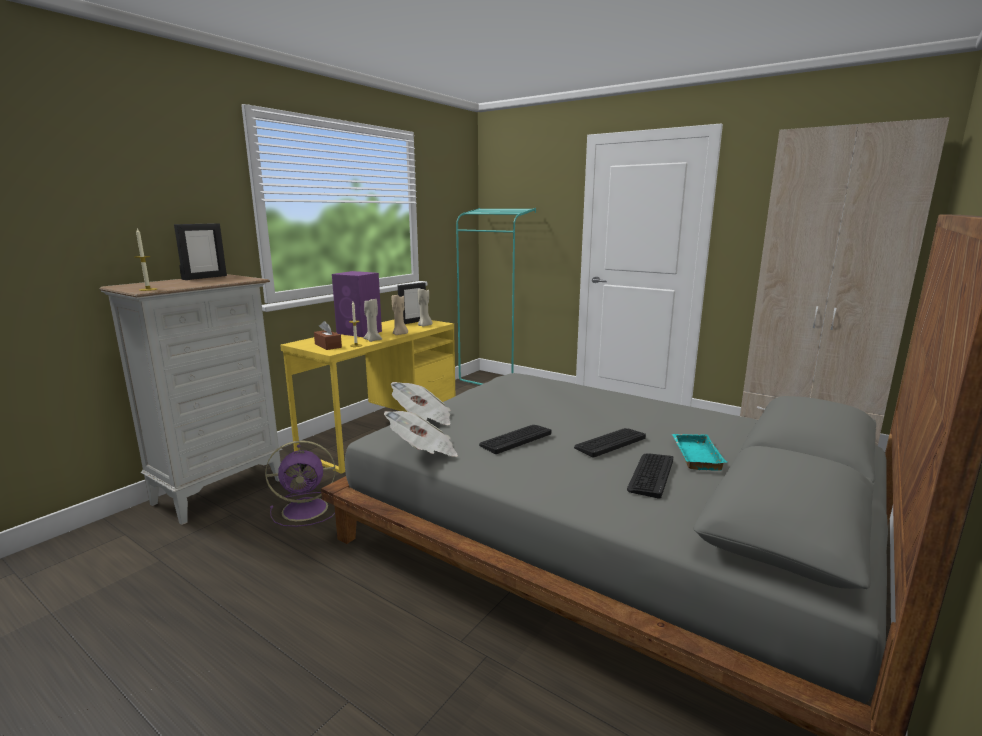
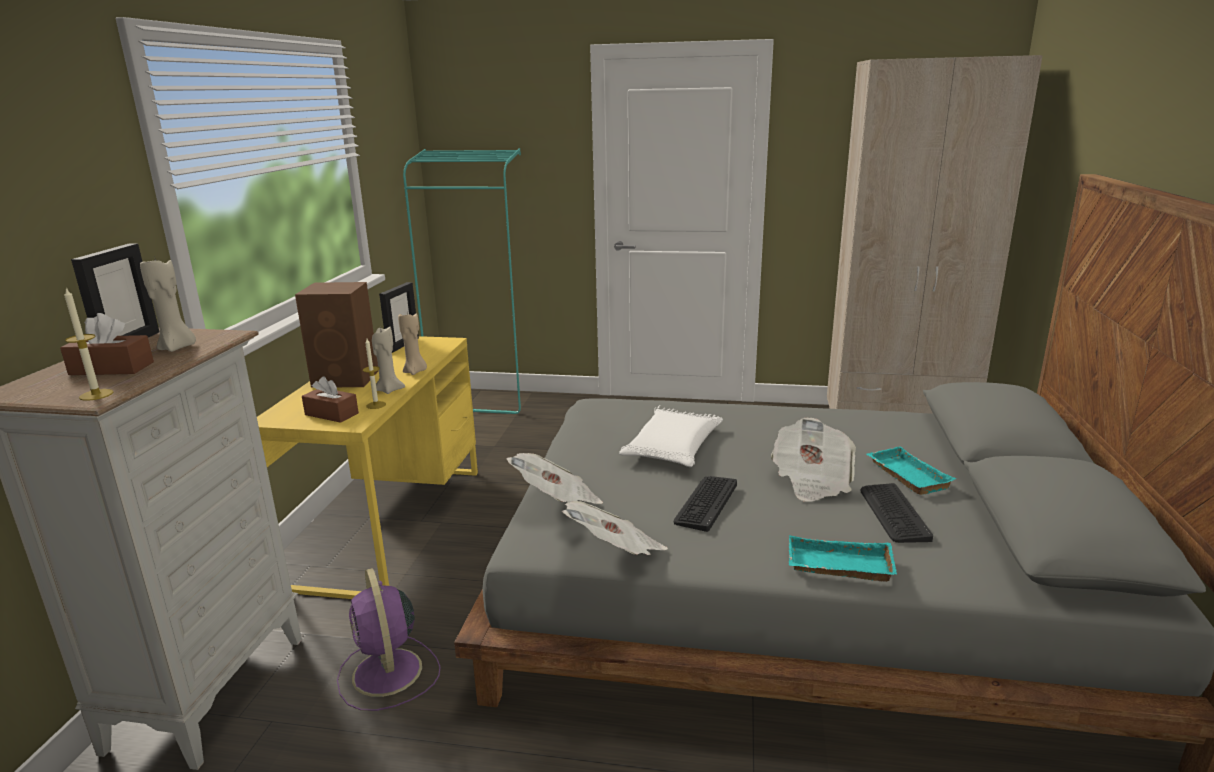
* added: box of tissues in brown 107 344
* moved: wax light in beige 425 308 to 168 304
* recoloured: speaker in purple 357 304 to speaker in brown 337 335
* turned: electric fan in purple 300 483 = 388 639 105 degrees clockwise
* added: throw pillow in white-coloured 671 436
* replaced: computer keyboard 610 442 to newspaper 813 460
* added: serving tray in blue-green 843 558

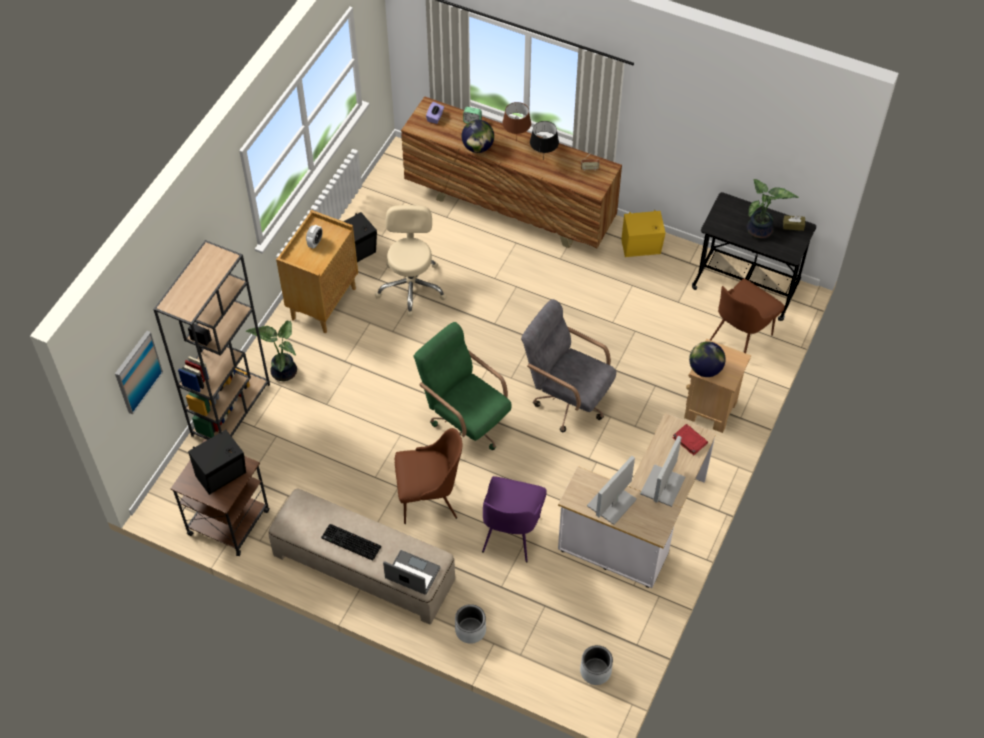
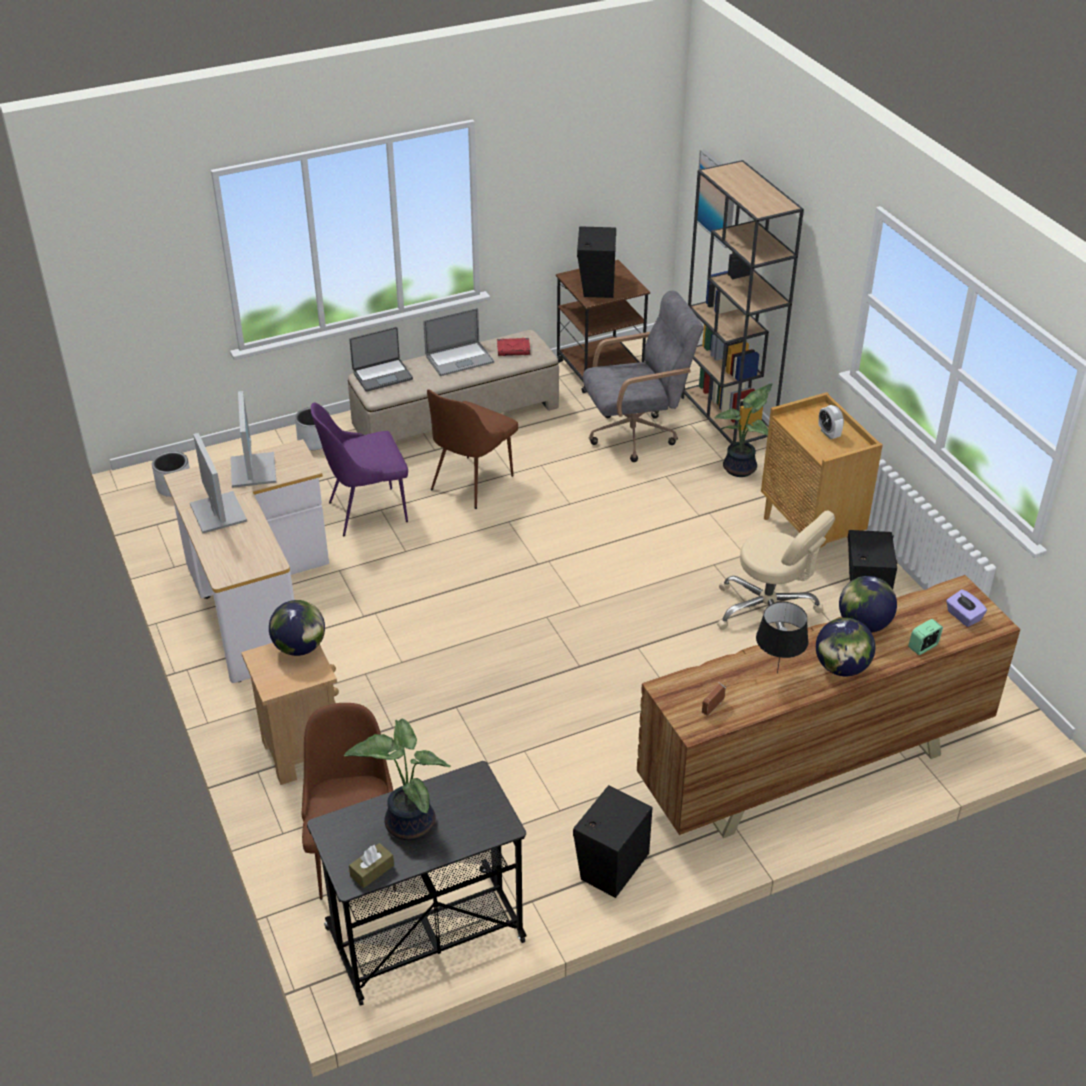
* turned: chair in purple 514 519 = 359 469 75 degrees counterclockwise
* replaced: computer keyboard 351 542 to portable computer 458 342
* moved: volume in reddish 690 439 to 513 347
* recoloured: speaker in yellow-coloured 643 233 to speaker in black-coloured 613 841
* moved: desk chair in grey 568 365 to 643 376
* replaced: table lamp in brown 516 122 to world globe 845 647
* removed: desk chair in greenish 463 386

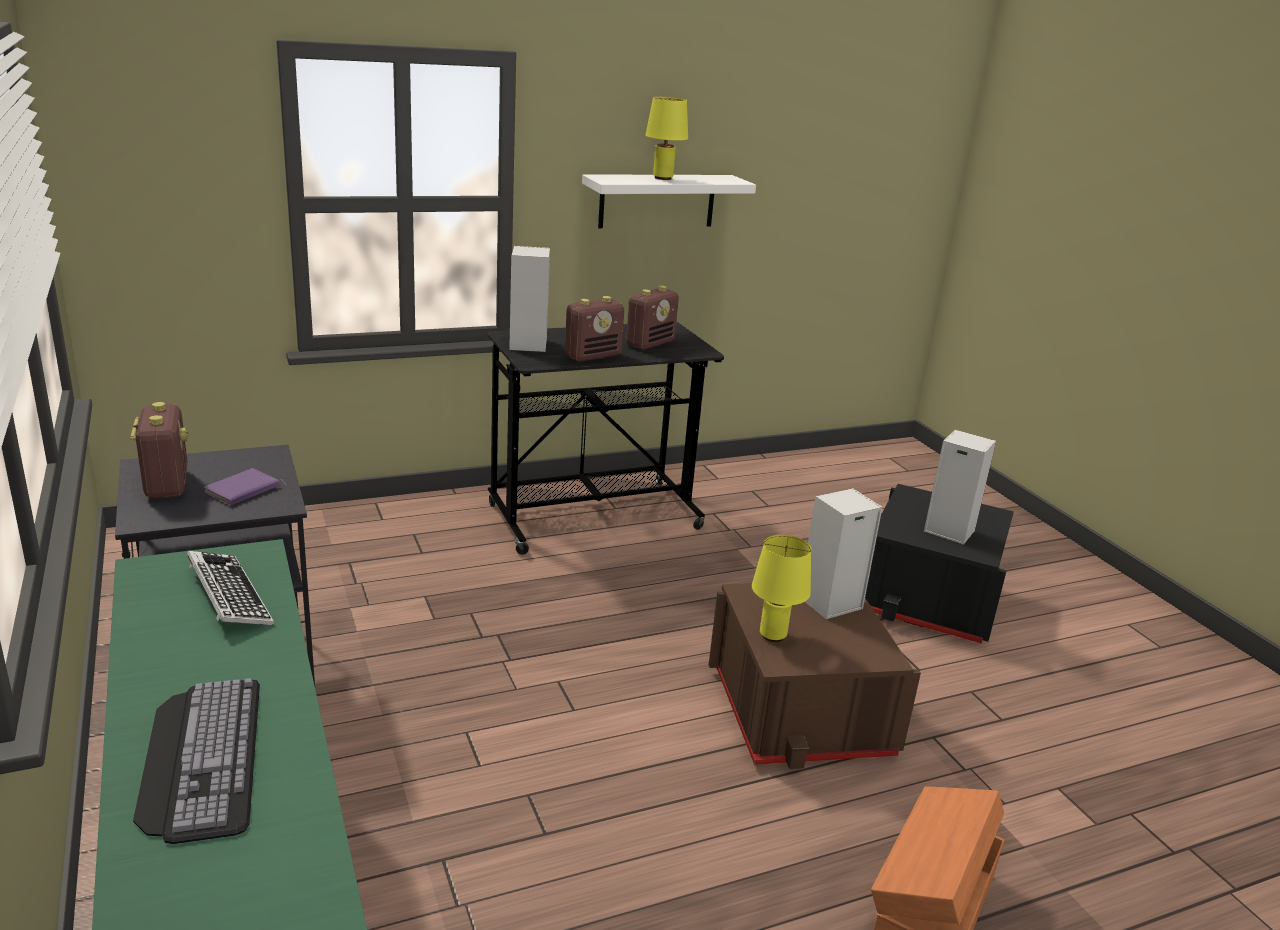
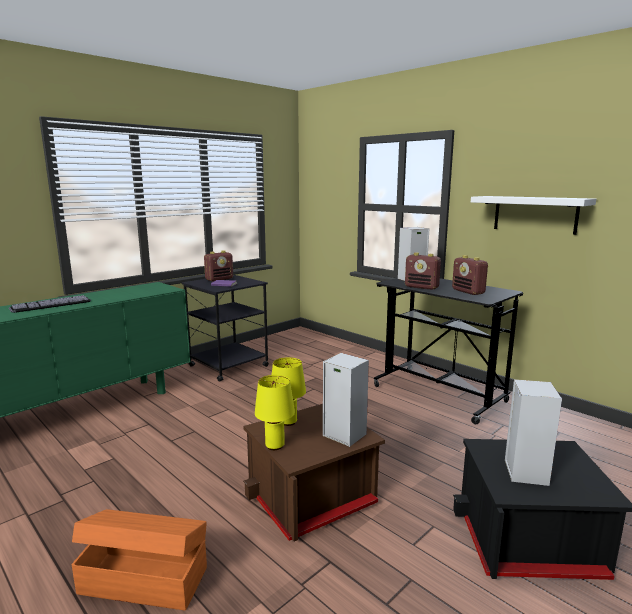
* moved: table lamp in yellow-coloured 667 138 to 275 412
* turned: radio 652 318 = 470 275 45 degrees clockwise
* removed: computer keyboard 230 588

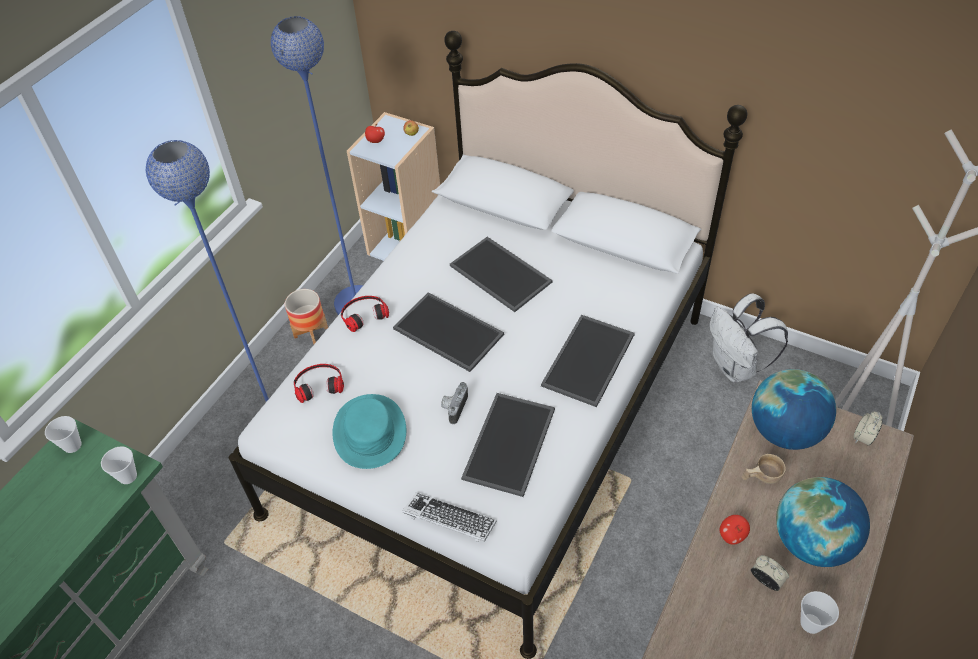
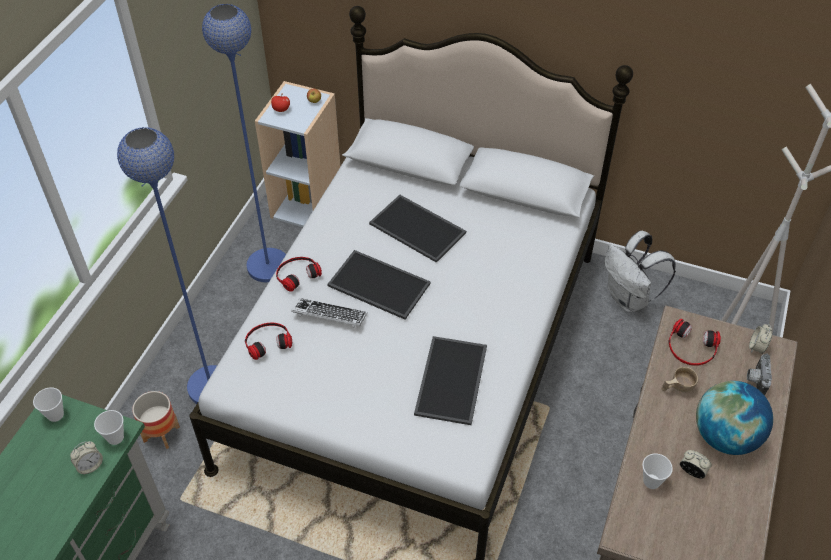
* added: bedside clock 86 457
* moved: plant pot 306 316 to 156 420
* moved: computer keyboard 449 517 to 329 312
* moved: drinking cup 819 612 to 657 471
* replaced: world globe 794 409 to headphones 695 342
* moved: still camera 454 403 to 759 374
* removed: wearable hat in blue-green 369 431
* removed: serving tray 588 361
* removed: apple 735 530

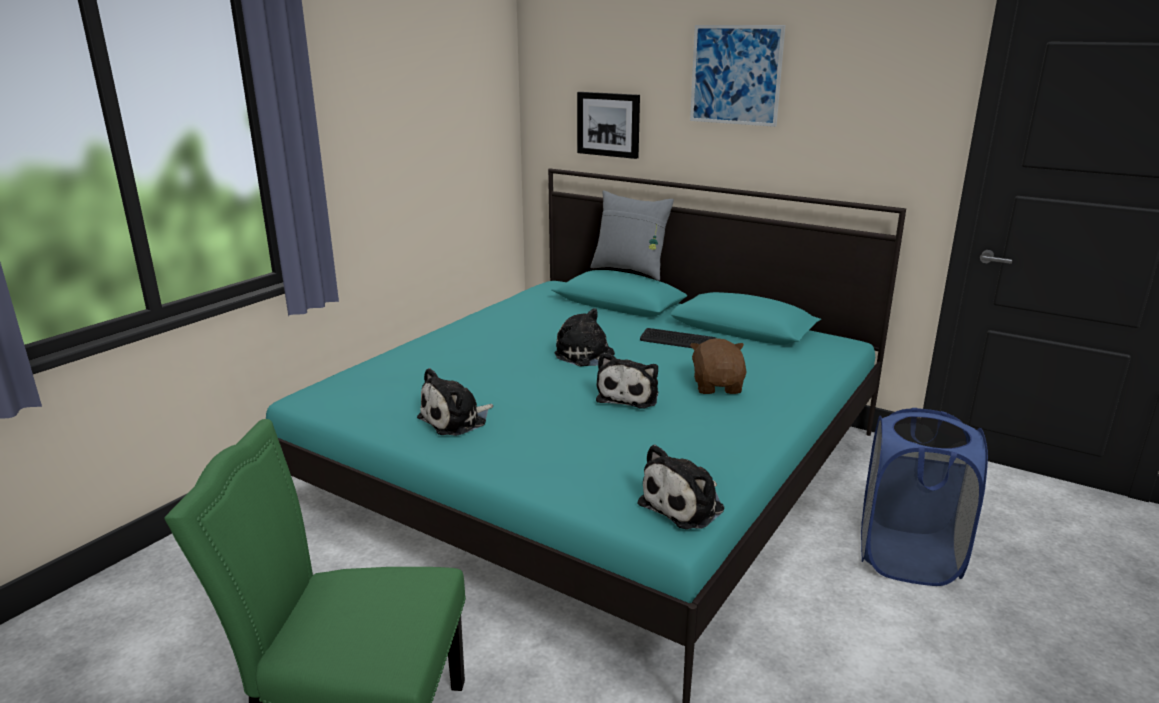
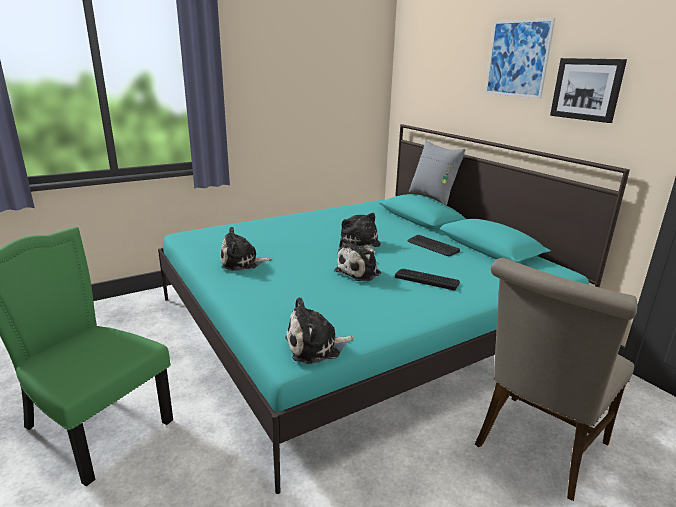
* replaced: cuddly toy in brown 718 366 to computer keyboard 427 280
* replaced: hamper in bluish 924 497 to chair in beige 556 379
* moved: wall art 608 125 to 588 90

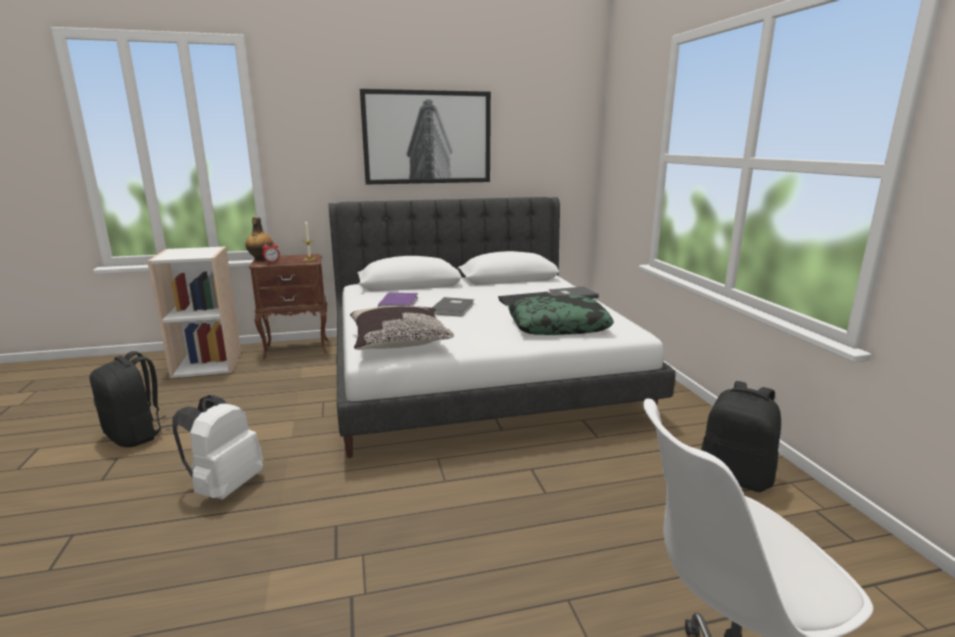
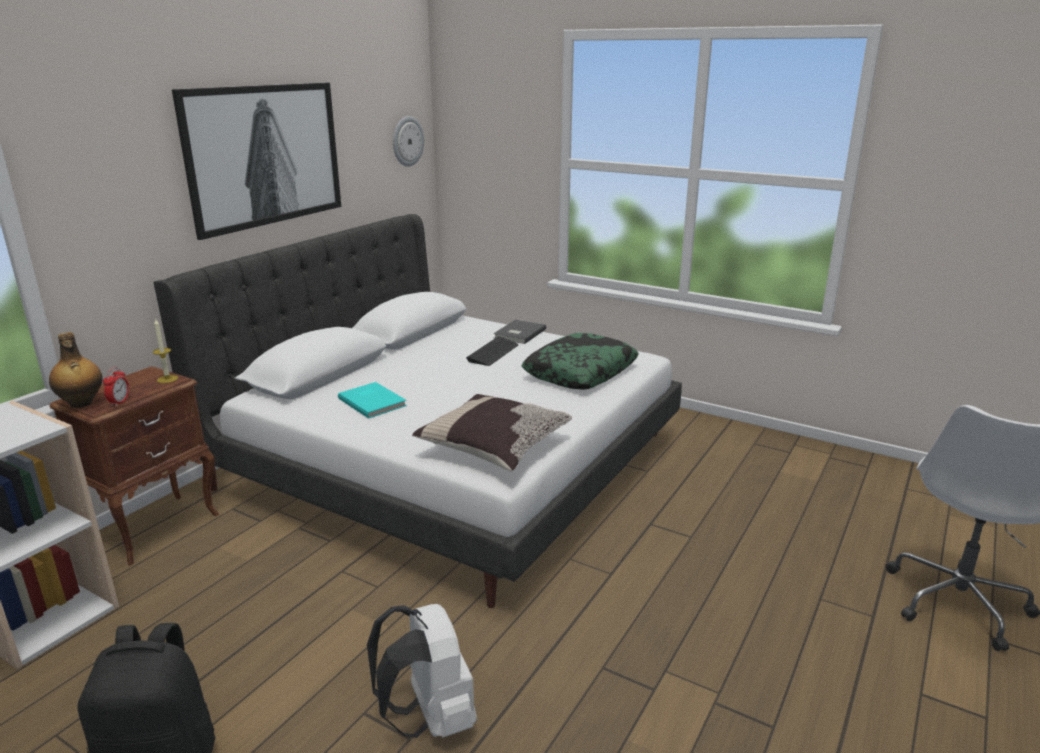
* recoloured: volume in purple 398 300 to volume in blue-green 372 400
* added: hanging clock 408 141
* removed: volume in grey 453 307
* removed: rucksack in black-coloured 741 436

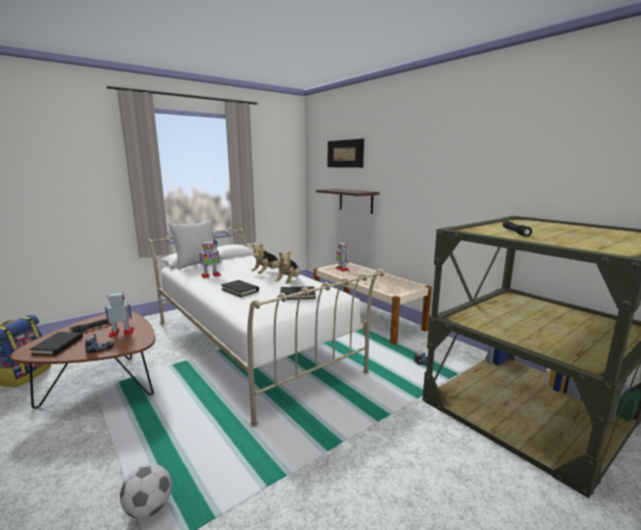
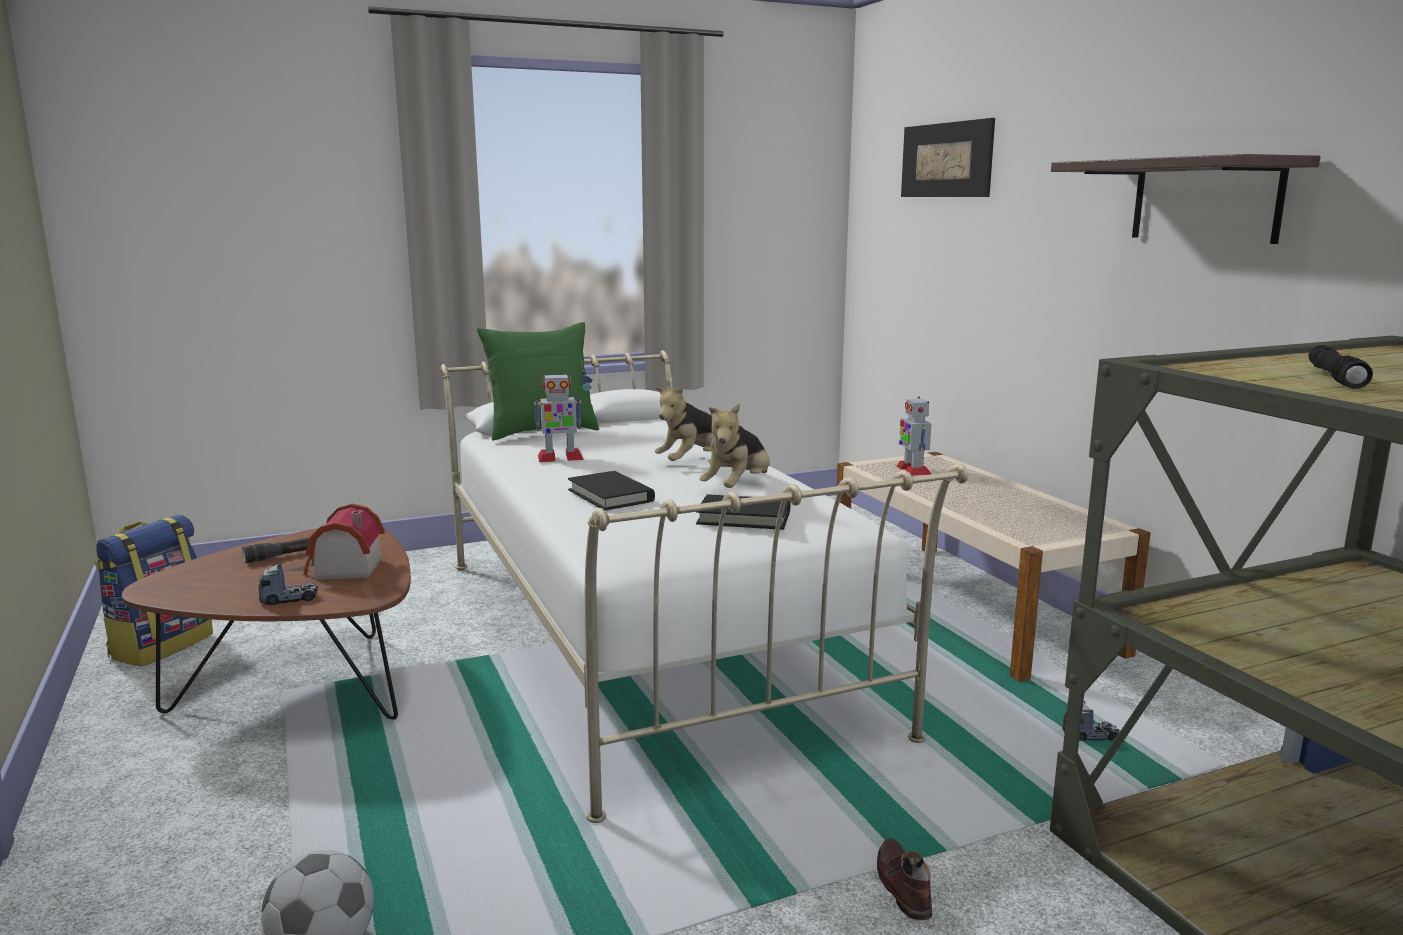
* replaced: robot figure 119 314 to miniature house 344 541
* recoloured: throw pillow in grey 195 244 to throw pillow in greenish 538 381
* added: low shoe in brown 904 879
* moved: shelf 347 201 to 1186 199
* removed: volume in black-coloured 56 344

